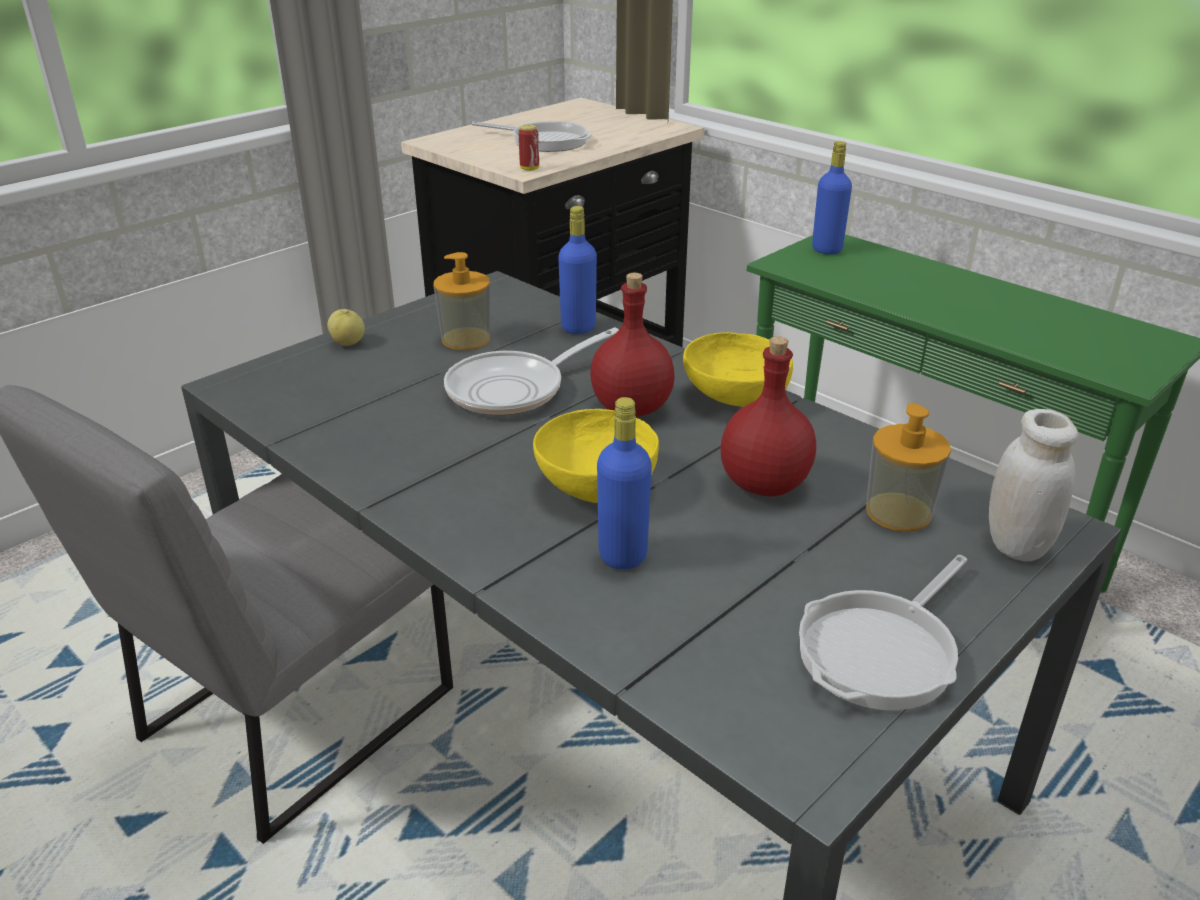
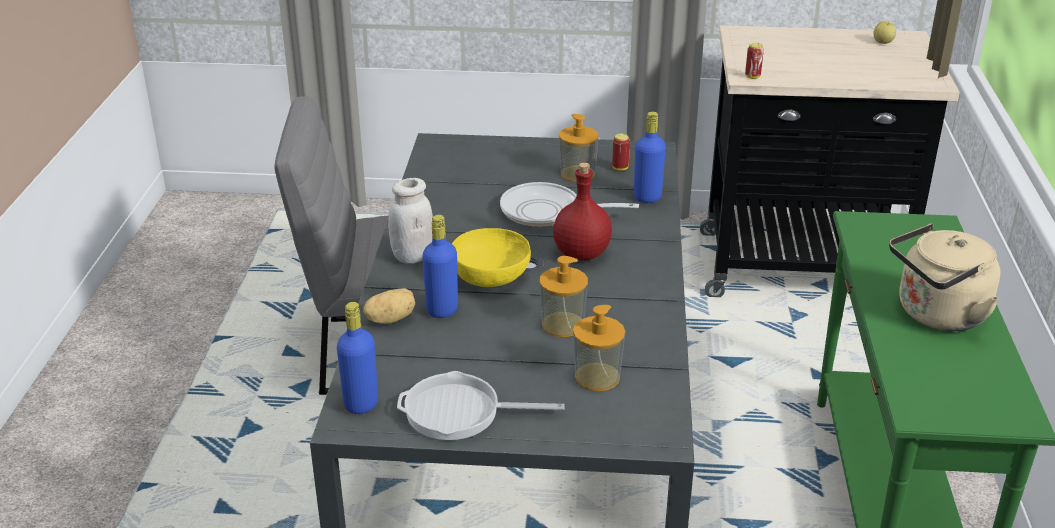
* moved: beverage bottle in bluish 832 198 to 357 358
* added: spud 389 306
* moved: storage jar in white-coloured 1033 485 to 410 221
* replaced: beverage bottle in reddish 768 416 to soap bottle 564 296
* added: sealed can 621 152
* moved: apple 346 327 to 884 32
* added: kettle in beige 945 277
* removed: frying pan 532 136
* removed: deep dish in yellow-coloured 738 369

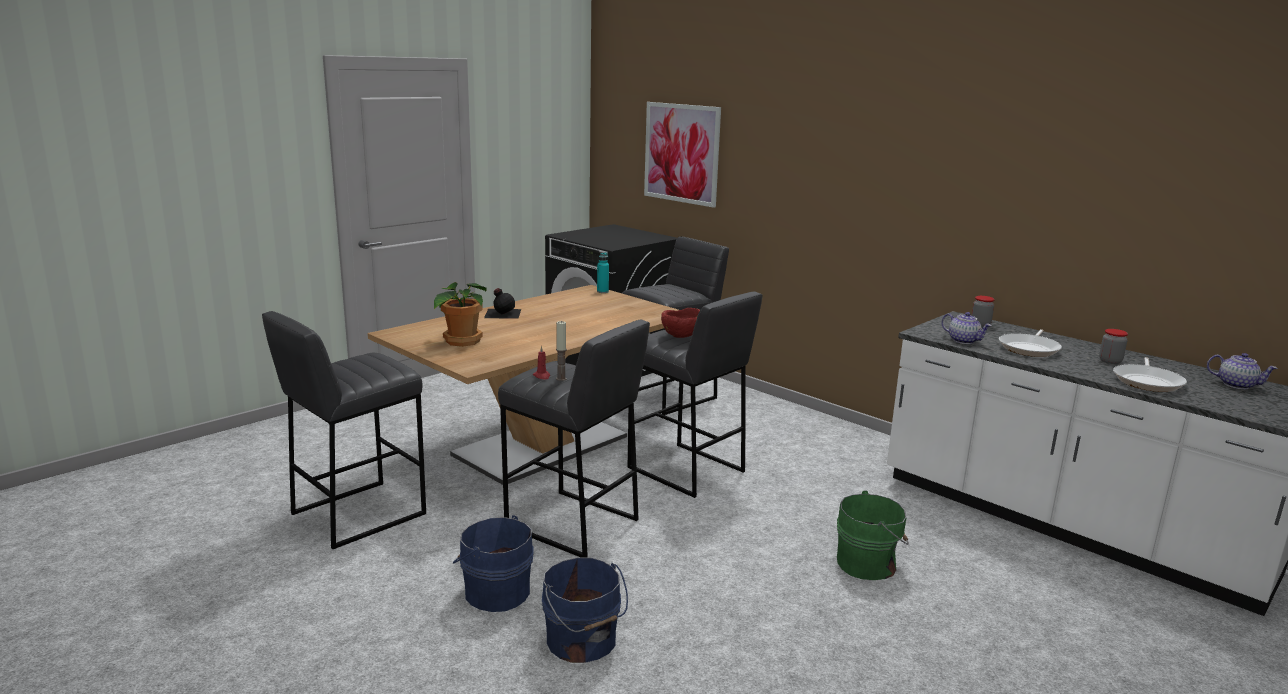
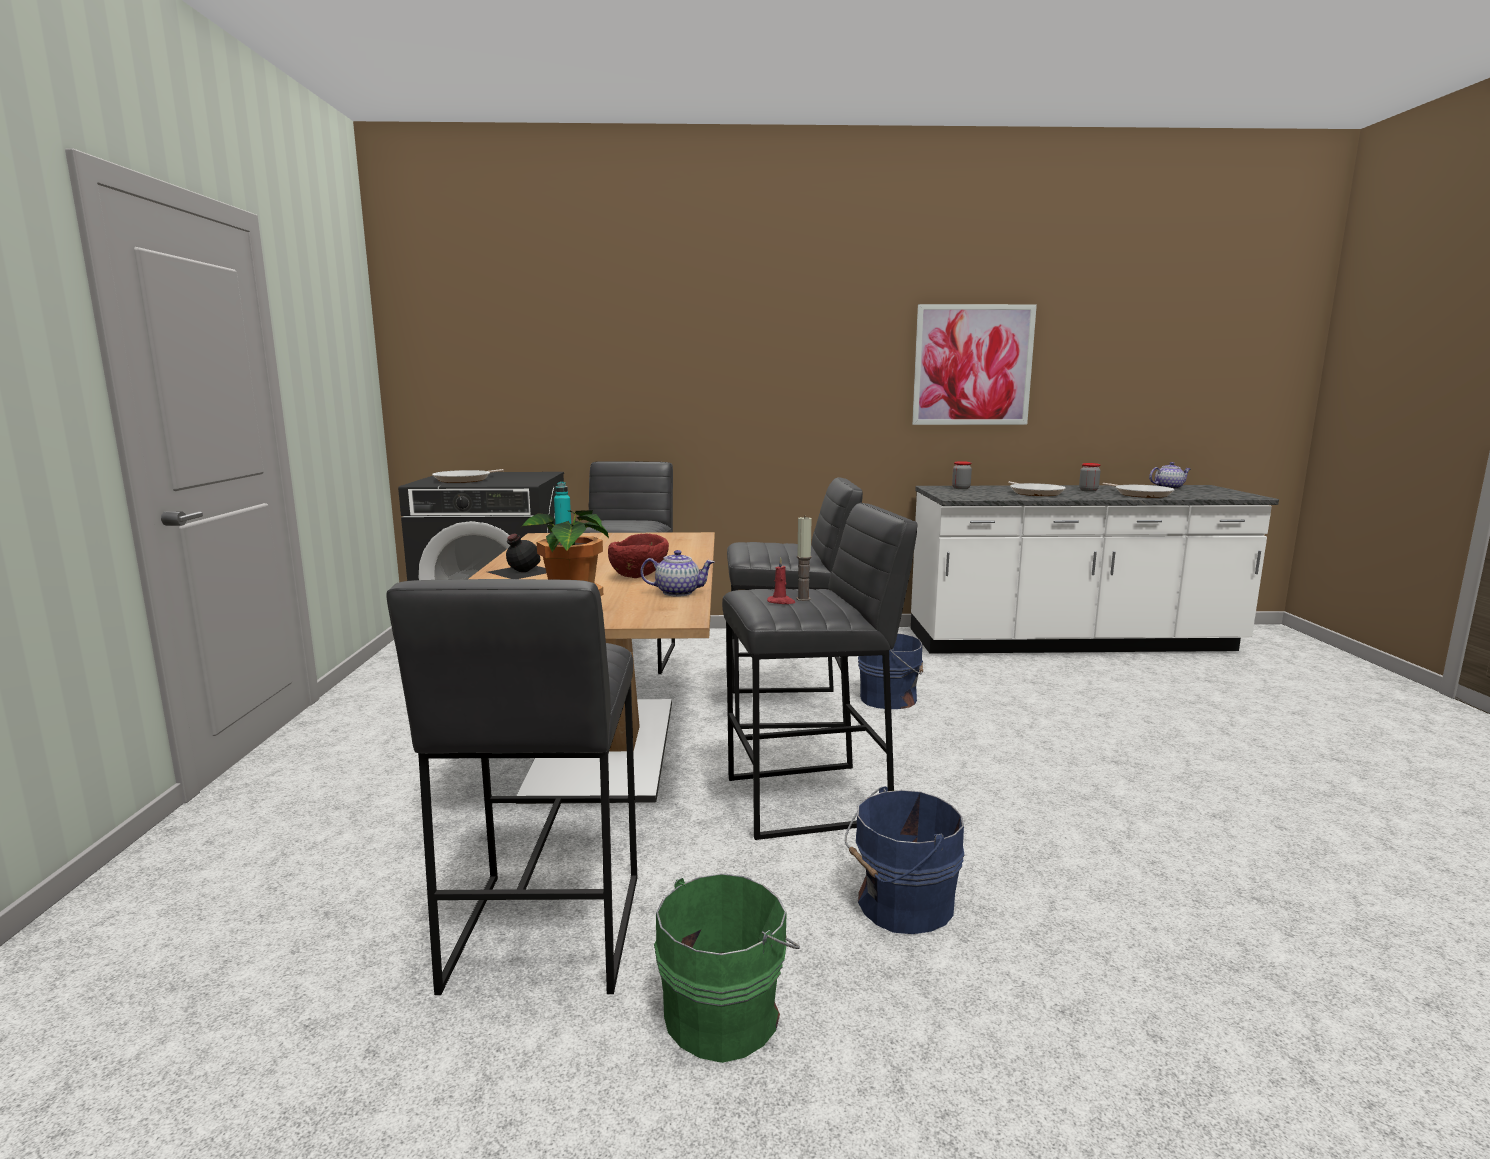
* added: frying pan 468 476
* moved: deep dish in reddish 680 323 to 638 555
* moved: pot for tea 966 328 to 677 573
* moved: bucket in greenish 873 535 to 727 968
* moved: bucket in bluish 585 610 to 890 671
* moved: wall art 682 155 to 974 364

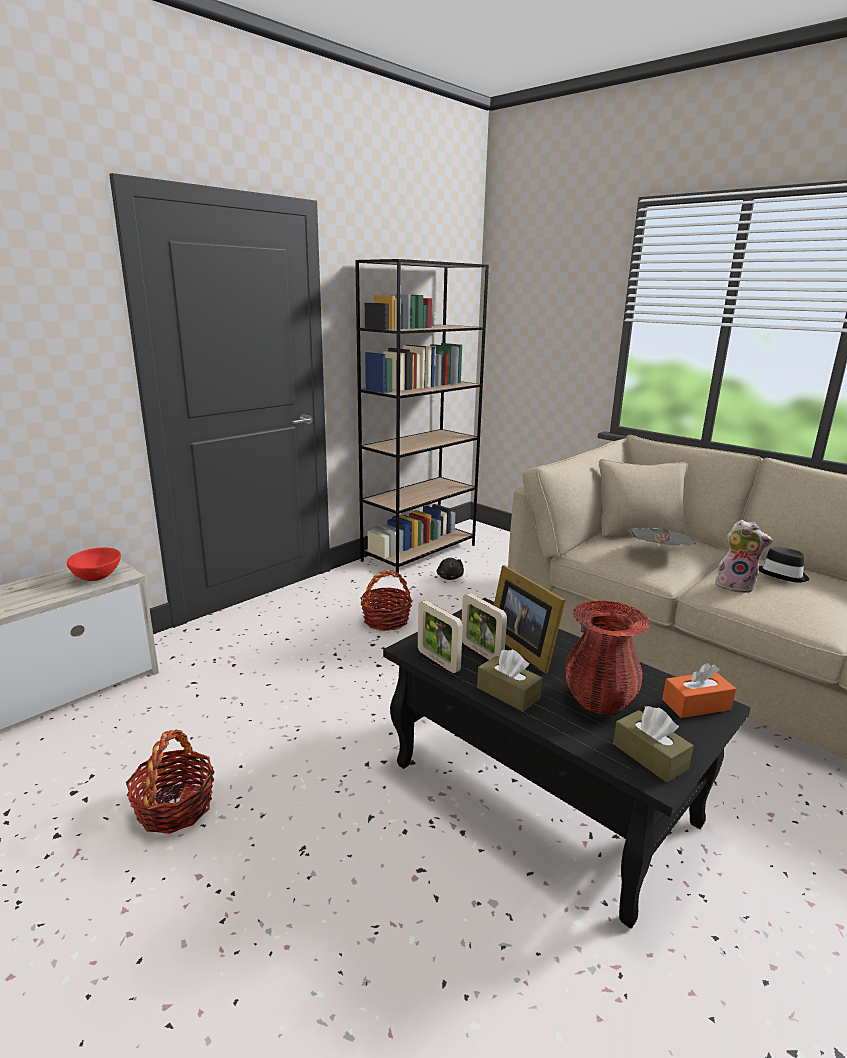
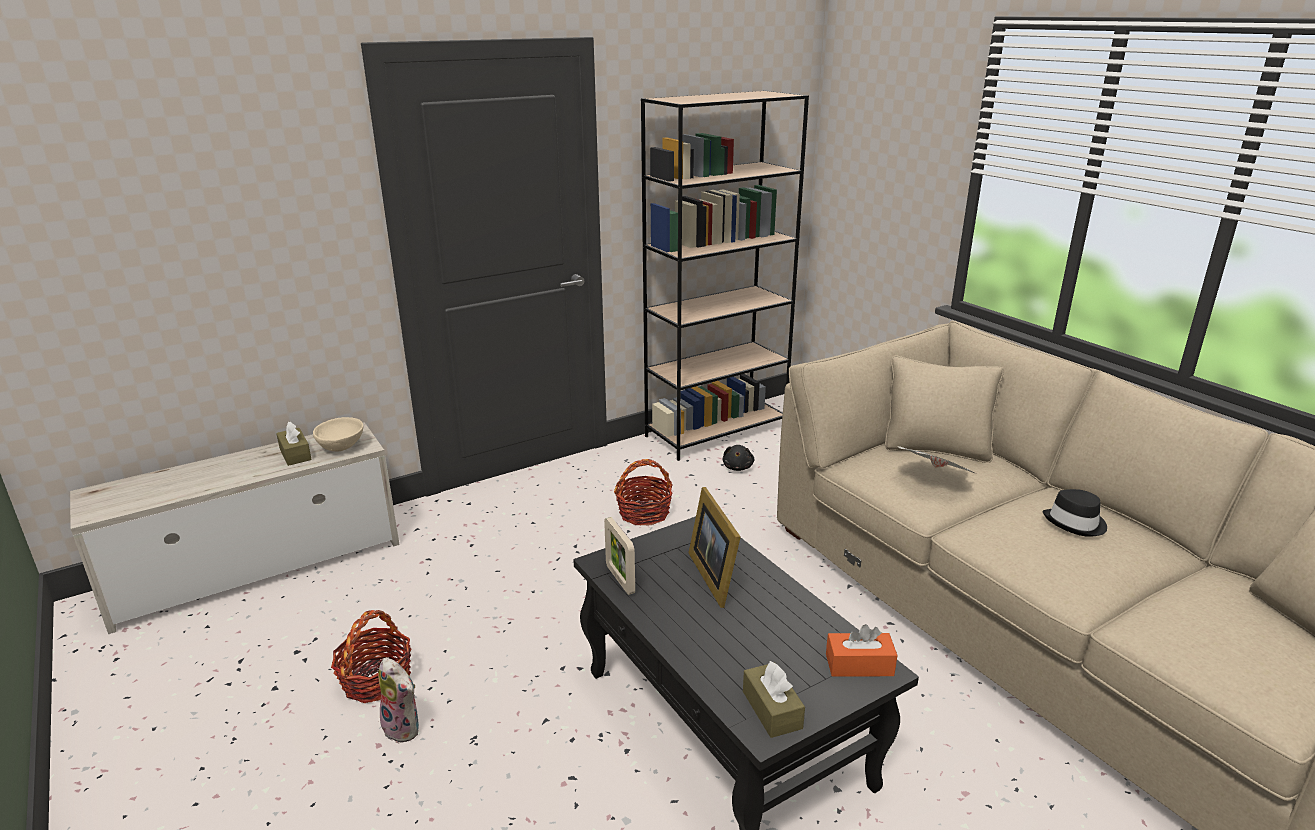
* moved: box of tissues in brown 510 680 to 294 443
* recoloured: deep dish in reddish 94 564 to deep dish in beige 338 434
* moved: cuddly toy 744 556 to 398 701
* removed: standing frame 484 626
* removed: flower vase in reddish 607 657

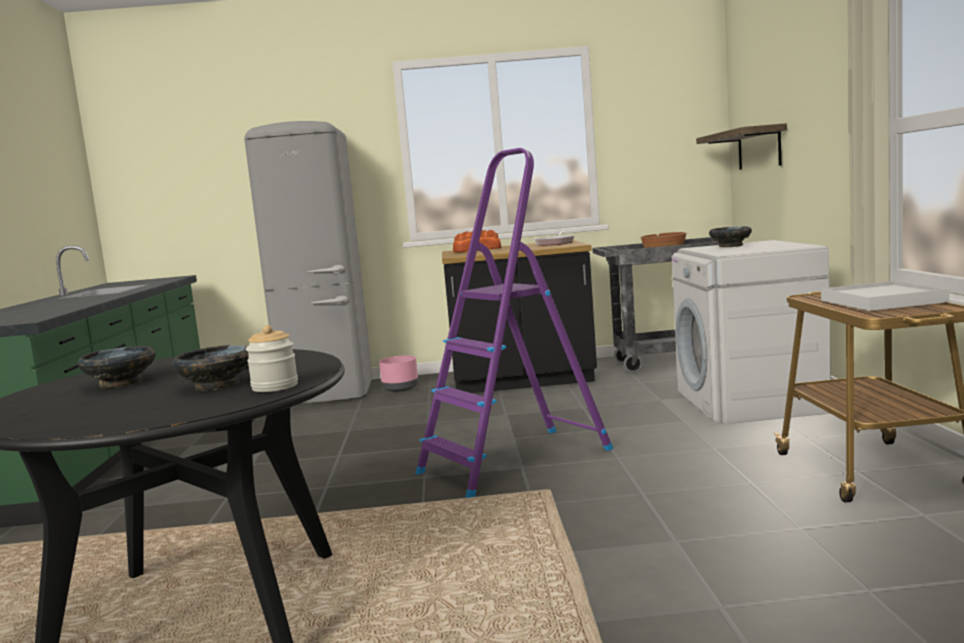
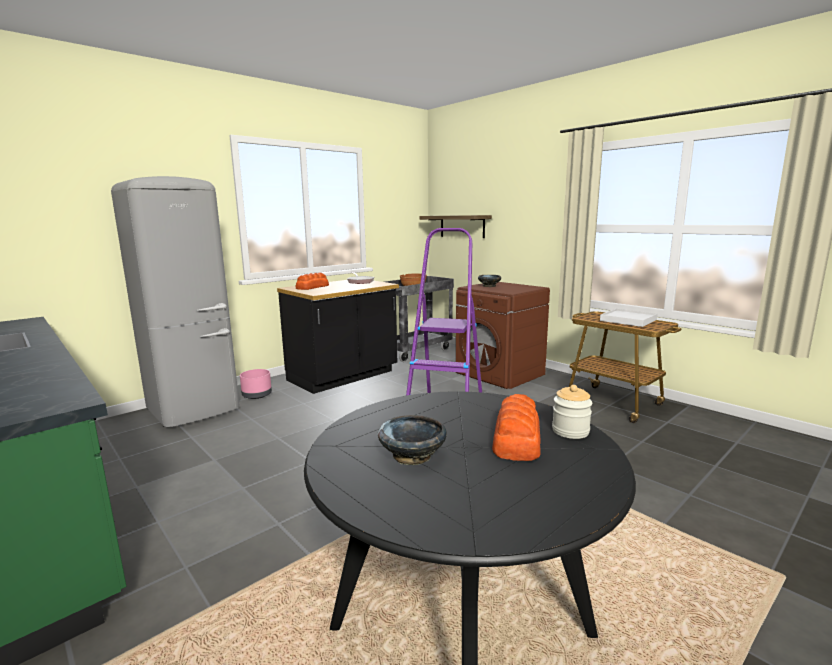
* recoloured: washing machine in white-coloured 751 332 to washing machine in brown 503 335
* replaced: deep dish in black-coloured 210 368 to bakery bread 516 427

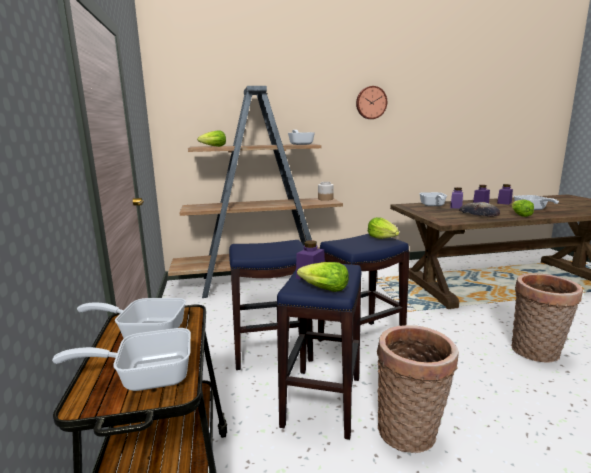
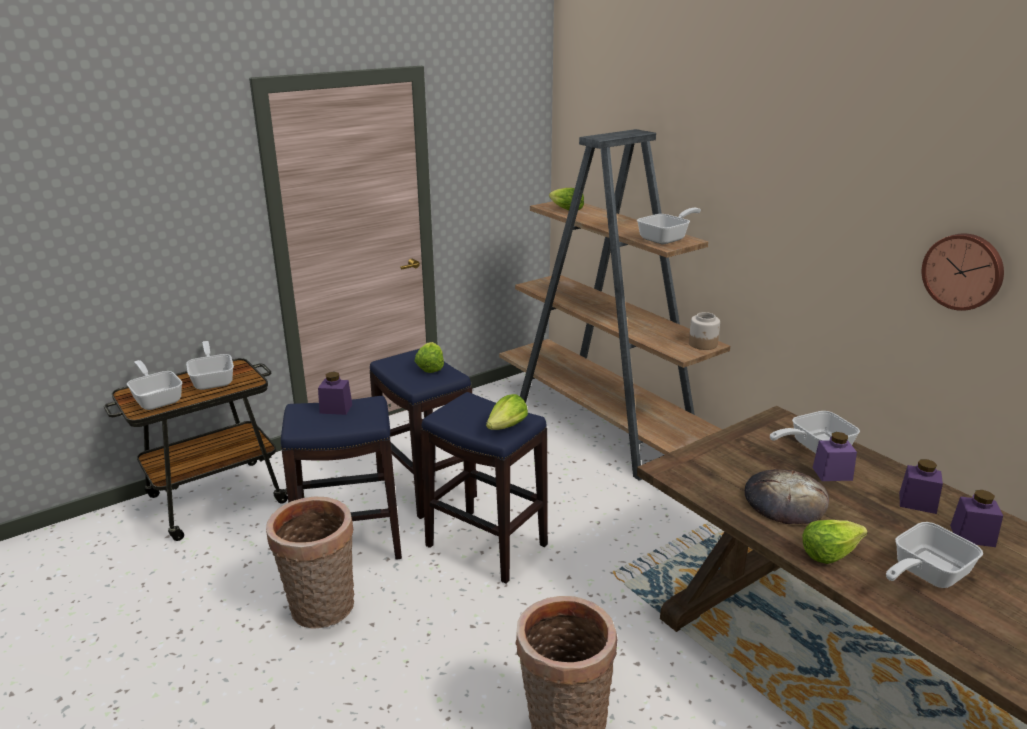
* moved: lettuce 323 277 to 429 357
* moved: hanging clock 371 102 to 963 272

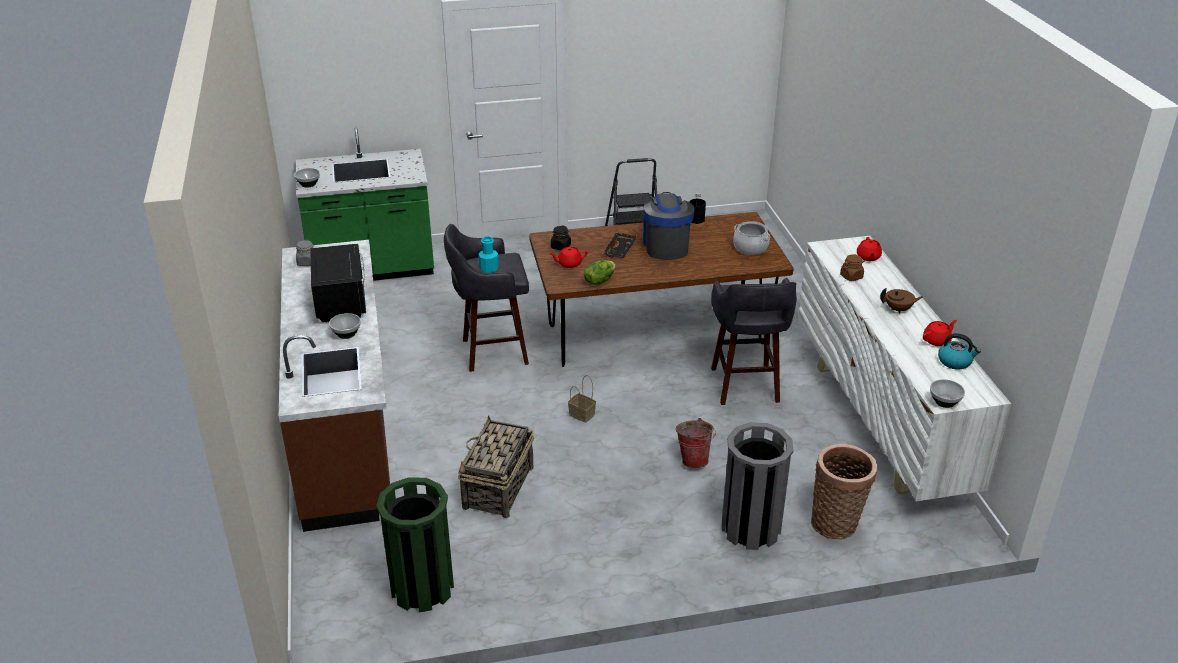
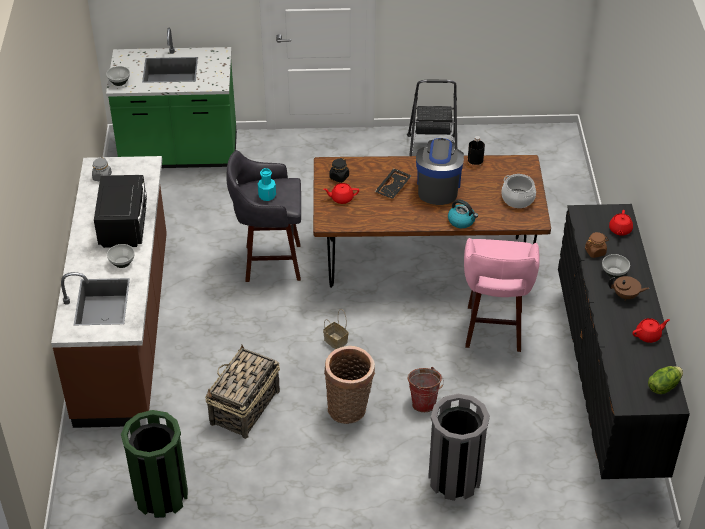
* moved: household basket 844 491 to 349 385
* moved: kettle 959 351 to 463 213
* recoloured: stool in grey 754 341 to stool in pink 502 295
* recoloured: cabinet in white-coloured 904 368 to cabinet in black-coloured 624 341
* moved: deep dish 947 393 to 616 266
* moved: lettuce 600 272 to 665 380

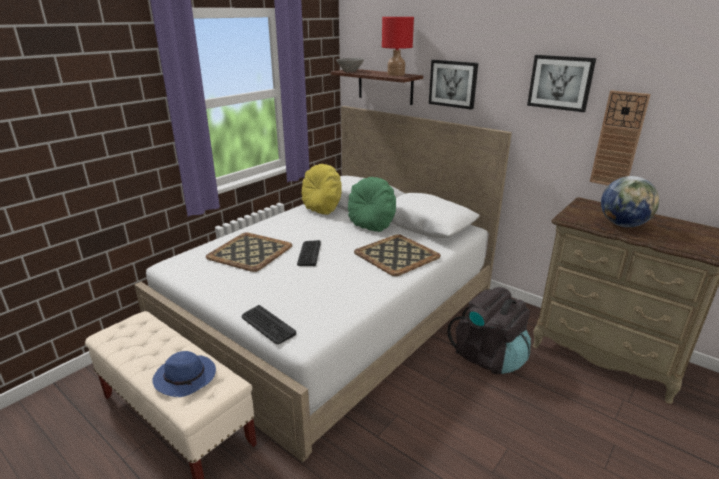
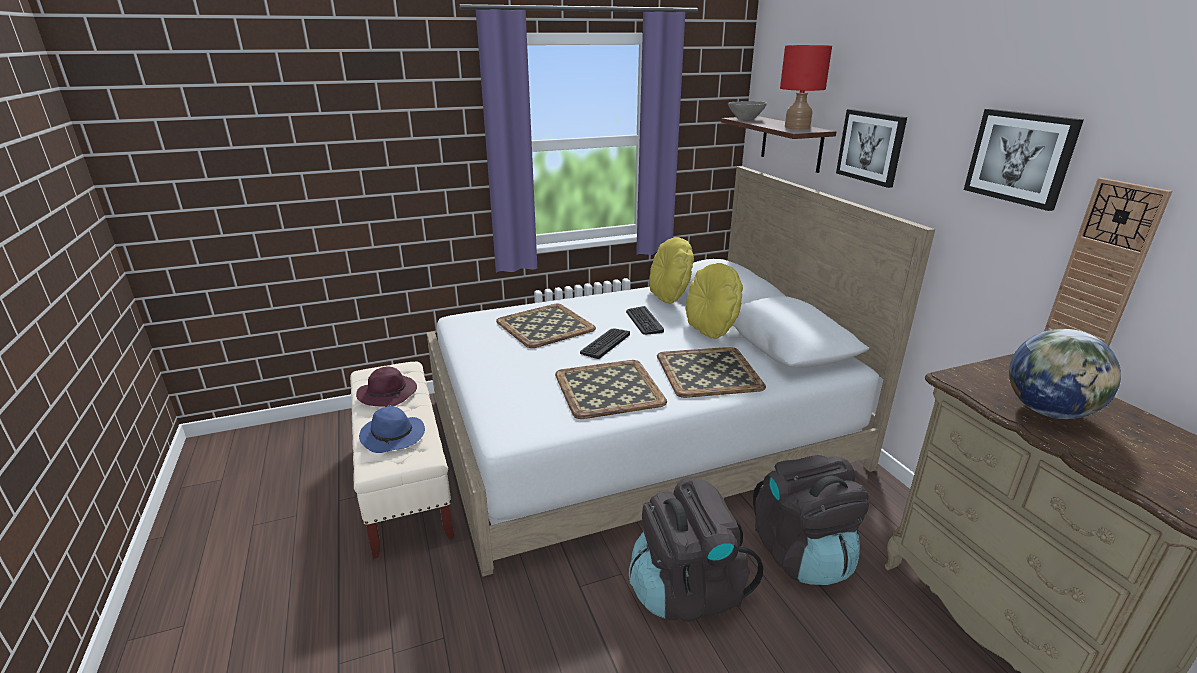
* added: wearable hat in purple 386 387
* added: serving tray 611 389
* moved: computer keyboard 269 324 to 645 320
* added: rucksack in black-coloured 696 550
* recoloured: throw pillow in greenish 372 204 to throw pillow in yellow-coloured 714 301

